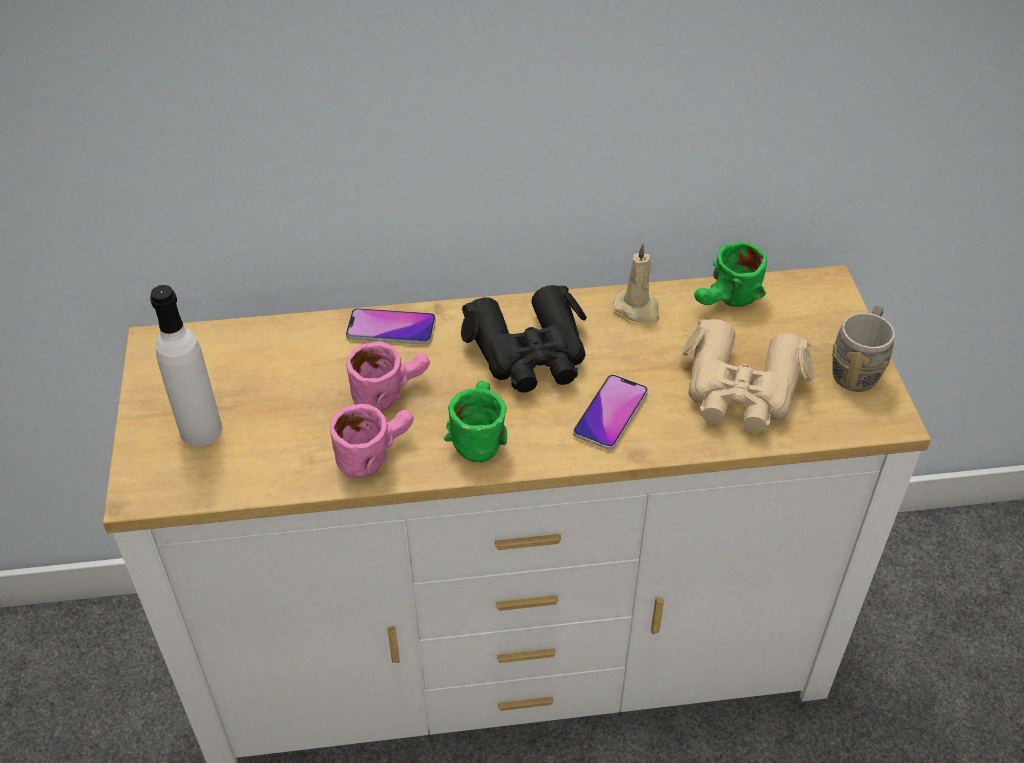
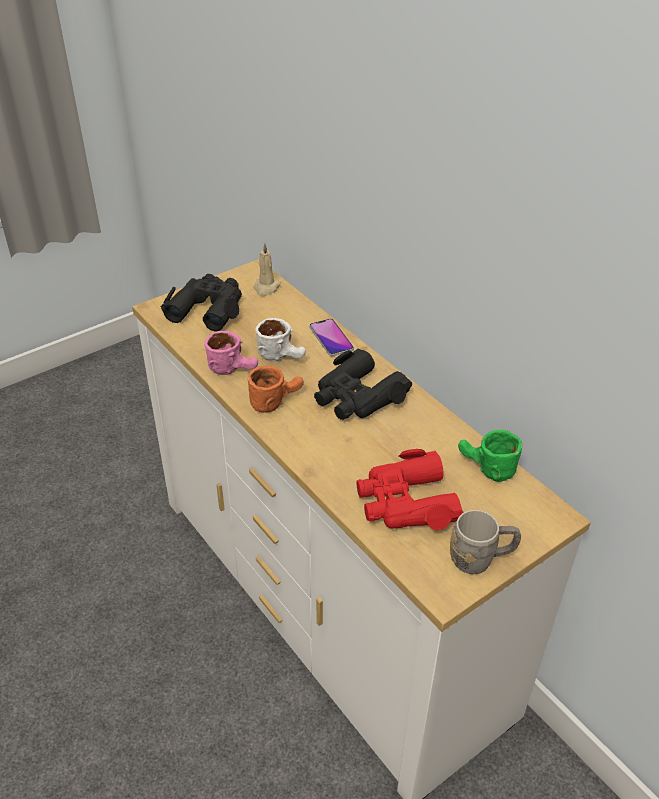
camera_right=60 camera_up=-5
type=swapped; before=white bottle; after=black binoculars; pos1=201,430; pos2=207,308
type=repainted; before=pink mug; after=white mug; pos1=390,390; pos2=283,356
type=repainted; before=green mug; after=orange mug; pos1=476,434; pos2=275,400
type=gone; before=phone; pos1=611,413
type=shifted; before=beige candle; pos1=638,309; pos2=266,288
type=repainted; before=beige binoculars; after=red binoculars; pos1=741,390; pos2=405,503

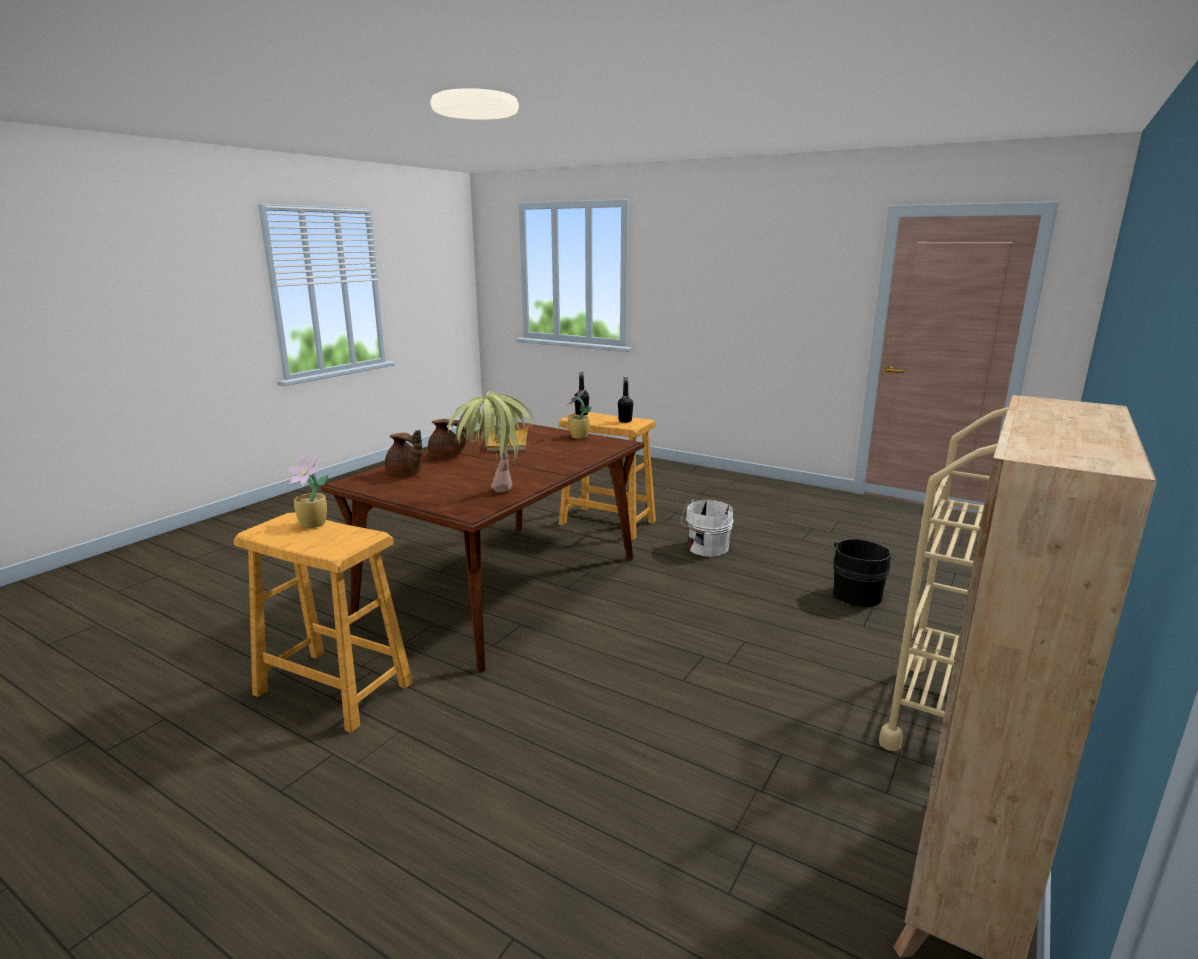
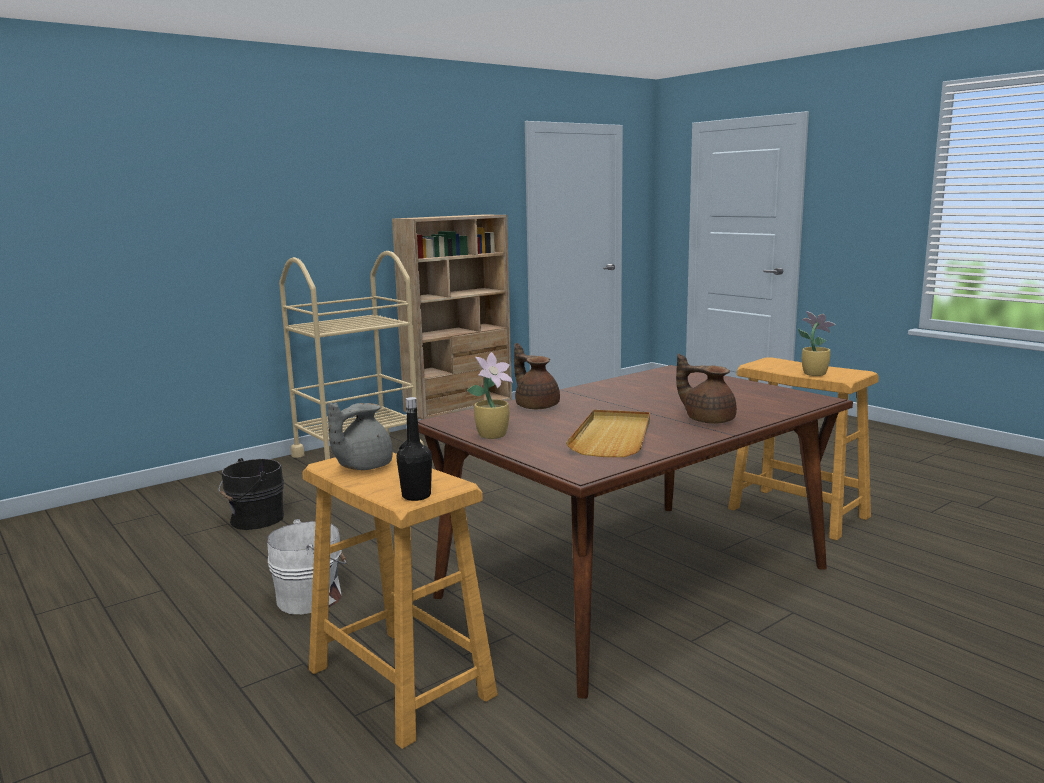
camera_right=-160 camera_up=-5
type=shifted; before=brown teapot; pos1=405,473; pos2=536,406
type=gone; before=potted plant; pos1=493,499
type=swapped; before=black bottle; after=grey teapot; pos1=625,421; pos2=362,466

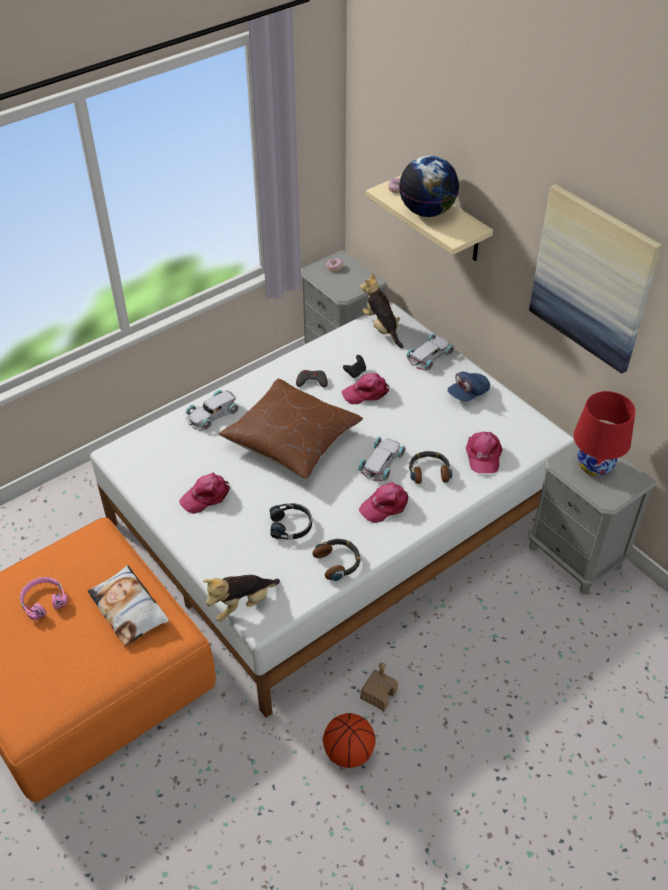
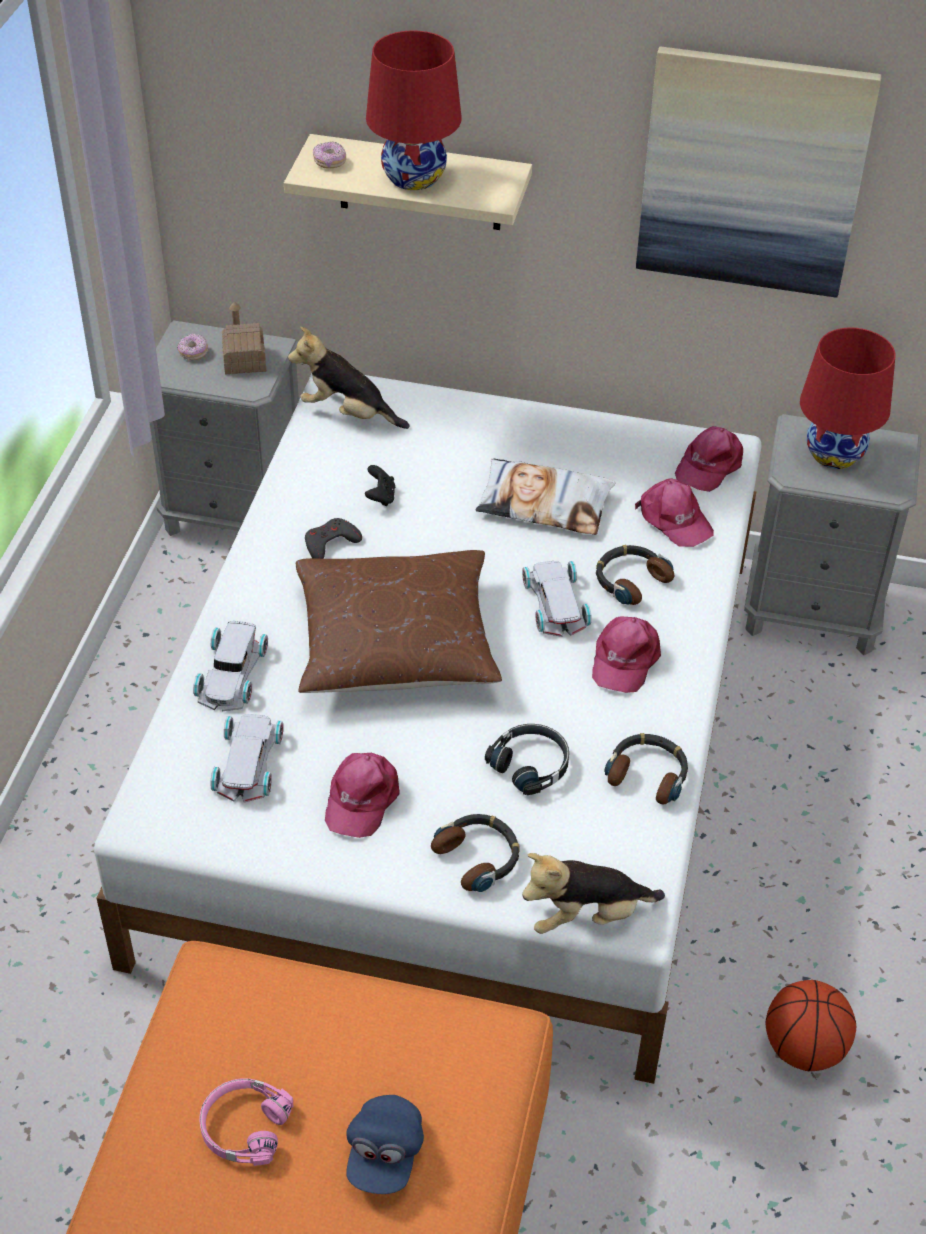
camera_right=-40 camera_up=0
type=shifted; before=pillow; pos1=129,609; pos2=544,504
type=rotated; before=plush toy; pos1=242,604; pos2=586,916; turn=60
type=shifted; before=pink cap; pos1=366,392; pos2=709,465
type=shifted; before=toy house; pos1=378,694; pos2=244,360
type=swapped; before=globe; after=red table lamp; pos1=427,212; pos2=413,177
type=shifted; before=white toy car; pos1=431,356; pos2=250,761
type=shifted; before=blue cap; pos1=468,394; pos2=384,1154
type=new; after=headphones; pos2=479,856

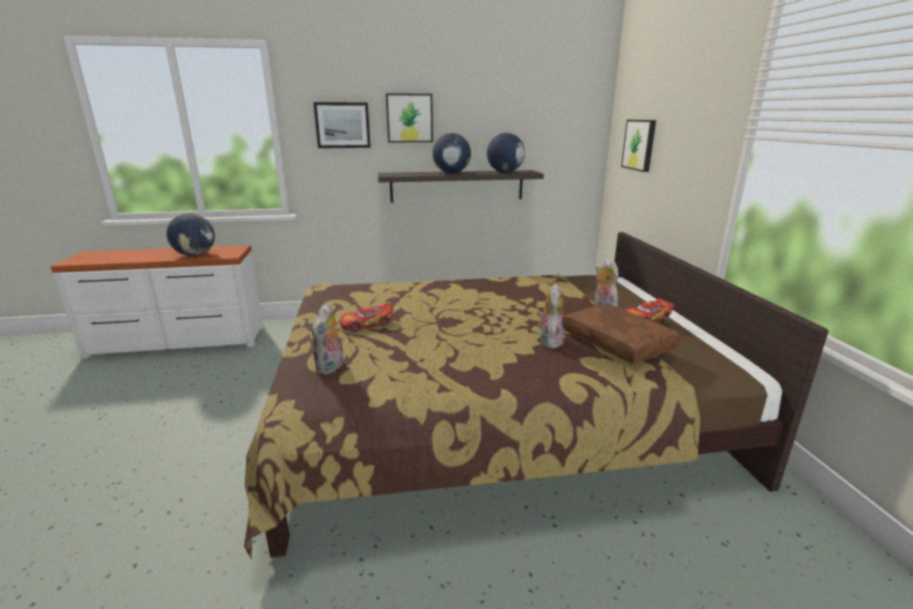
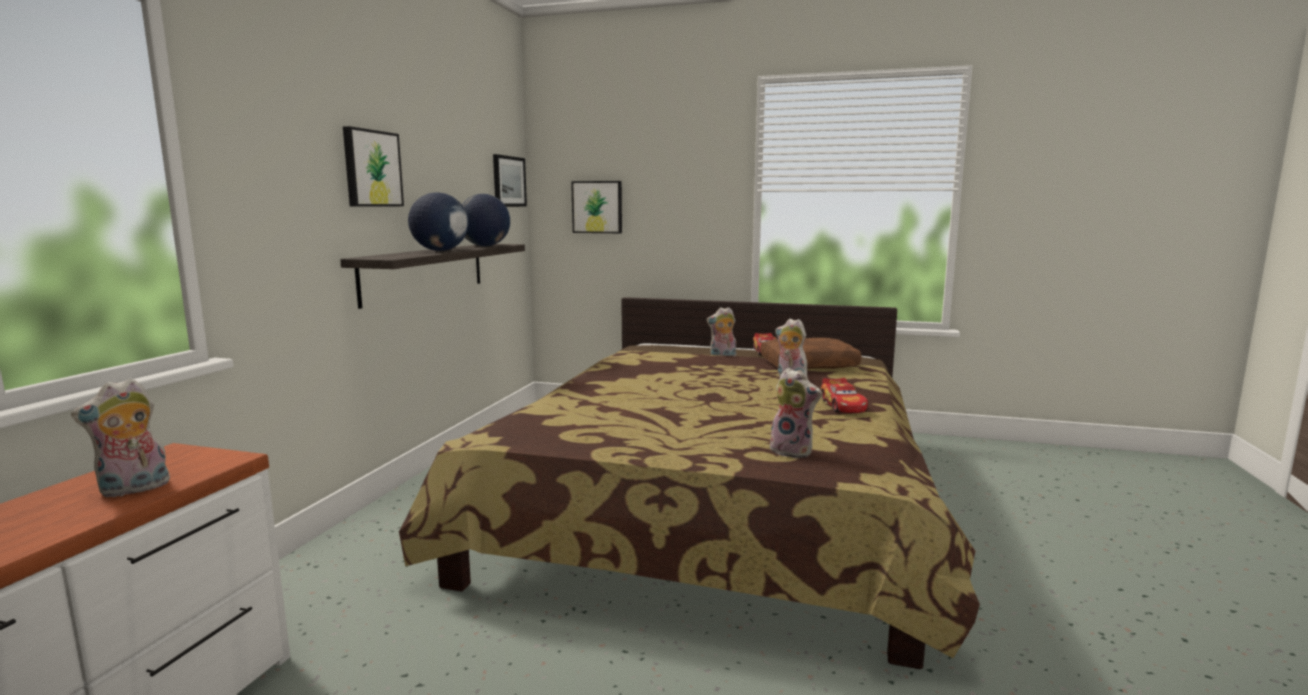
camera_right=-65 camera_up=-10
type=swapped; before=globe; after=plush toy; pos1=195,255; pos2=133,490
type=shifted; before=picture; pos1=342,125; pos2=508,181
type=shifted; before=toy car; pos1=367,324; pos2=843,405

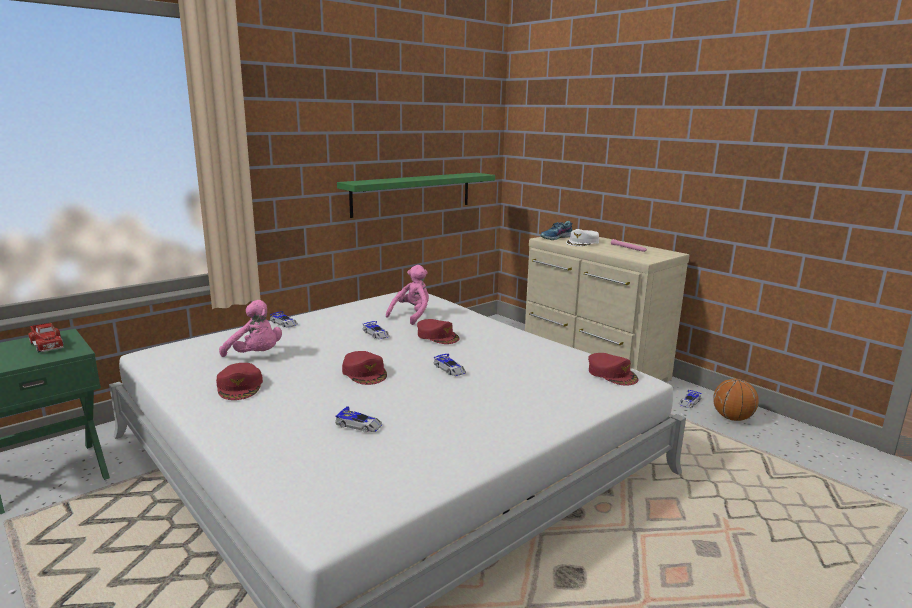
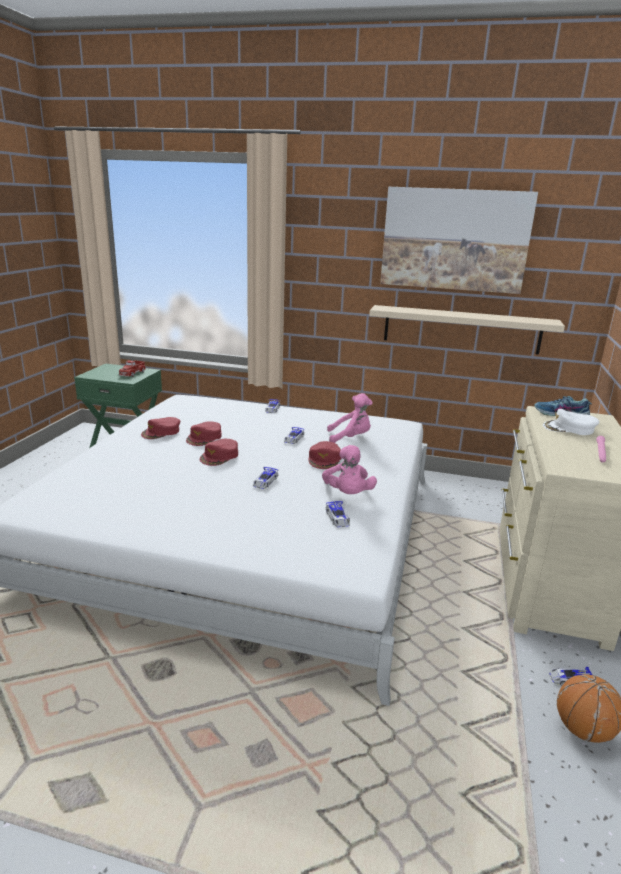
camera_right=55 camera_up=5
type=shifted; before=pink plush toy; pos1=256,355; pos2=348,494
type=shifted; before=toy car; pos1=359,425; pos2=338,518
type=repainted; before=green shelf; after=beige shelf; pos1=412,193; pos2=461,329
type=shifted; before=red cap; pos1=612,374; pos2=204,438
type=new; after=picture; pos2=454,240

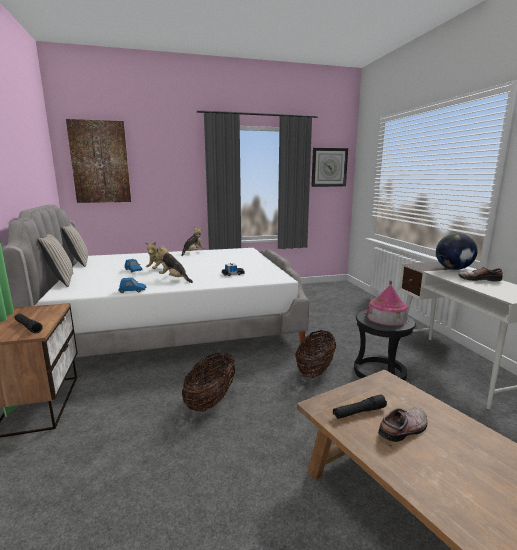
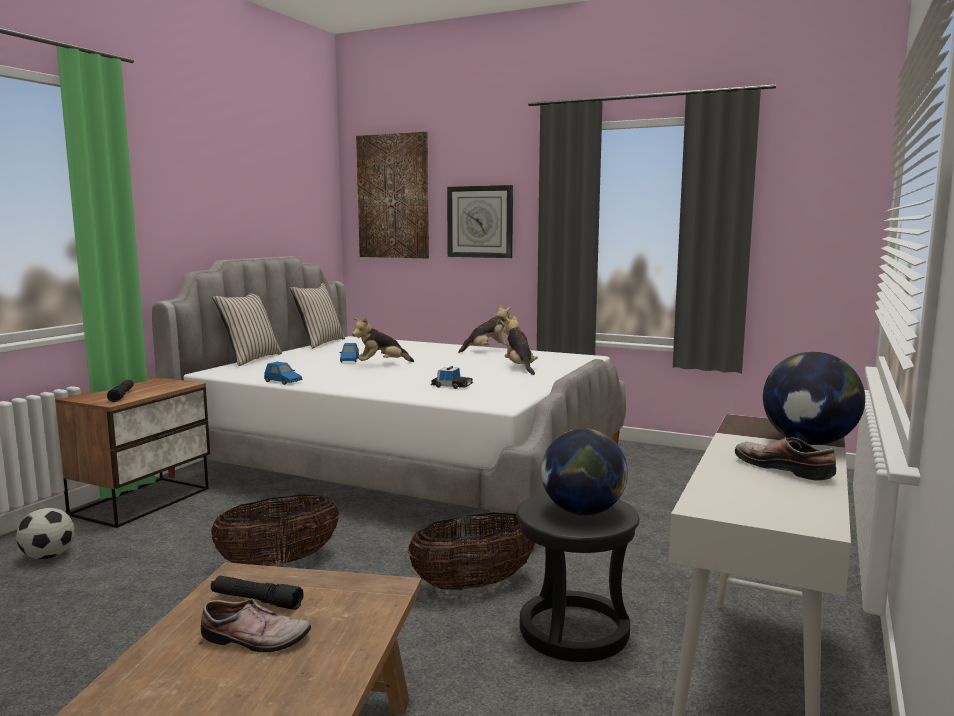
camera_right=40 camera_up=-5
type=shifted; before=plush toy; pos1=174,279; pos2=519,368
type=shifted; before=wall clock; pos1=329,167; pos2=480,222
type=swapped; before=toy house; after=globe; pos1=387,318; pos2=582,512
type=new; after=football; pos2=48,556

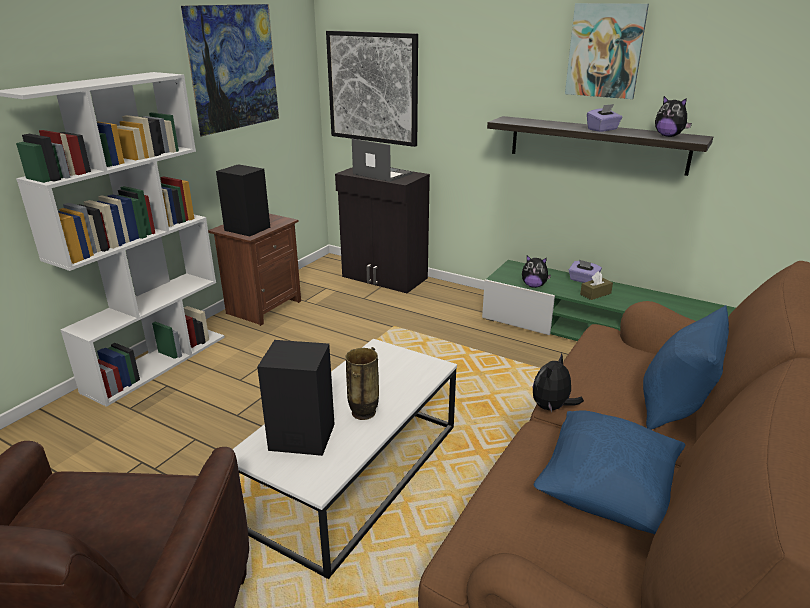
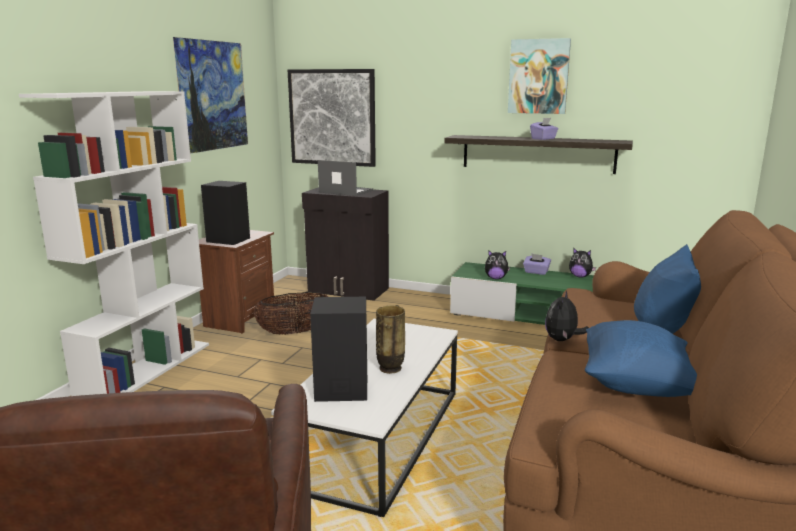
camera_right=-10 camera_up=-10
type=gone; before=brown tissue box; pos1=595,294
type=shifted; before=plush toy; pos1=668,136; pos2=580,276
type=new; after=basket; pos2=294,332

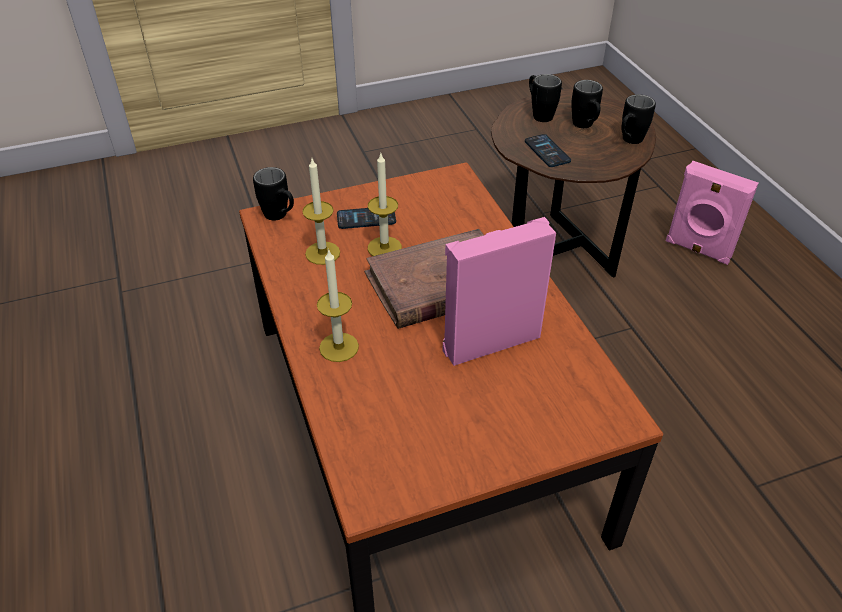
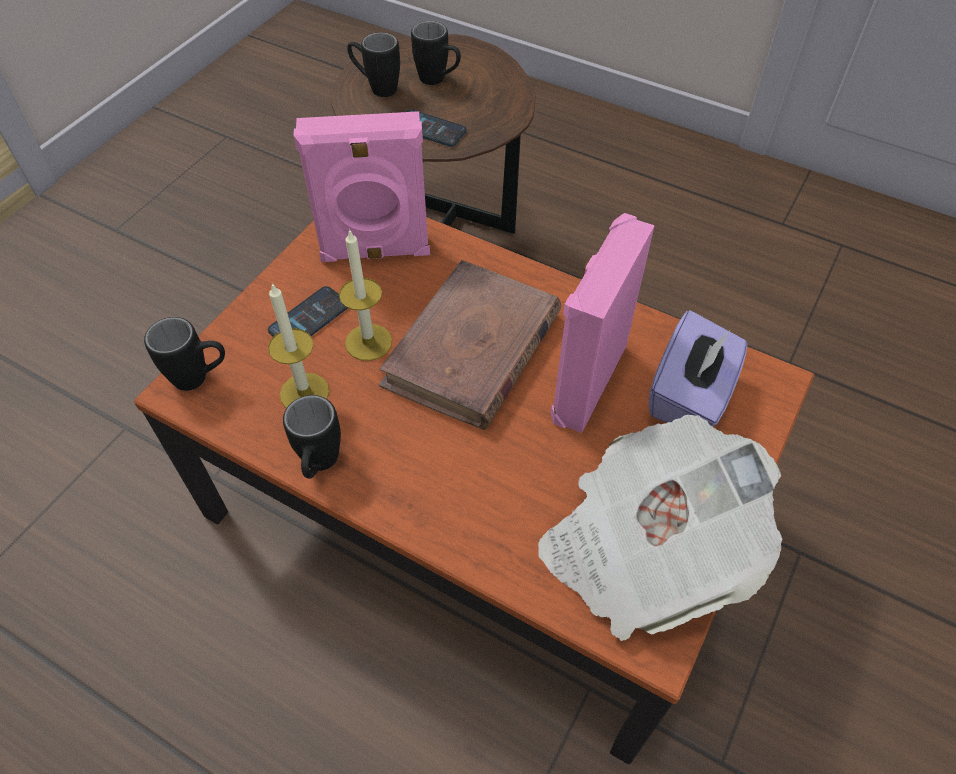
camera_right=-40 camera_up=10
type=gone; before=candle; pos1=339,347
type=shifted; before=black mug; pos1=629,141; pos2=319,466
type=shifted; before=pink speaker; pos1=697,250; pos2=375,252
type=new; after=newspaper; pos2=644,549
type=new; after=purple tissue box; pos2=690,395

